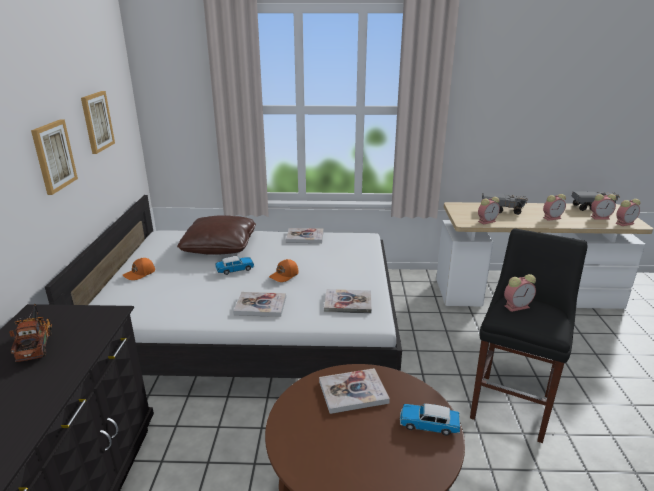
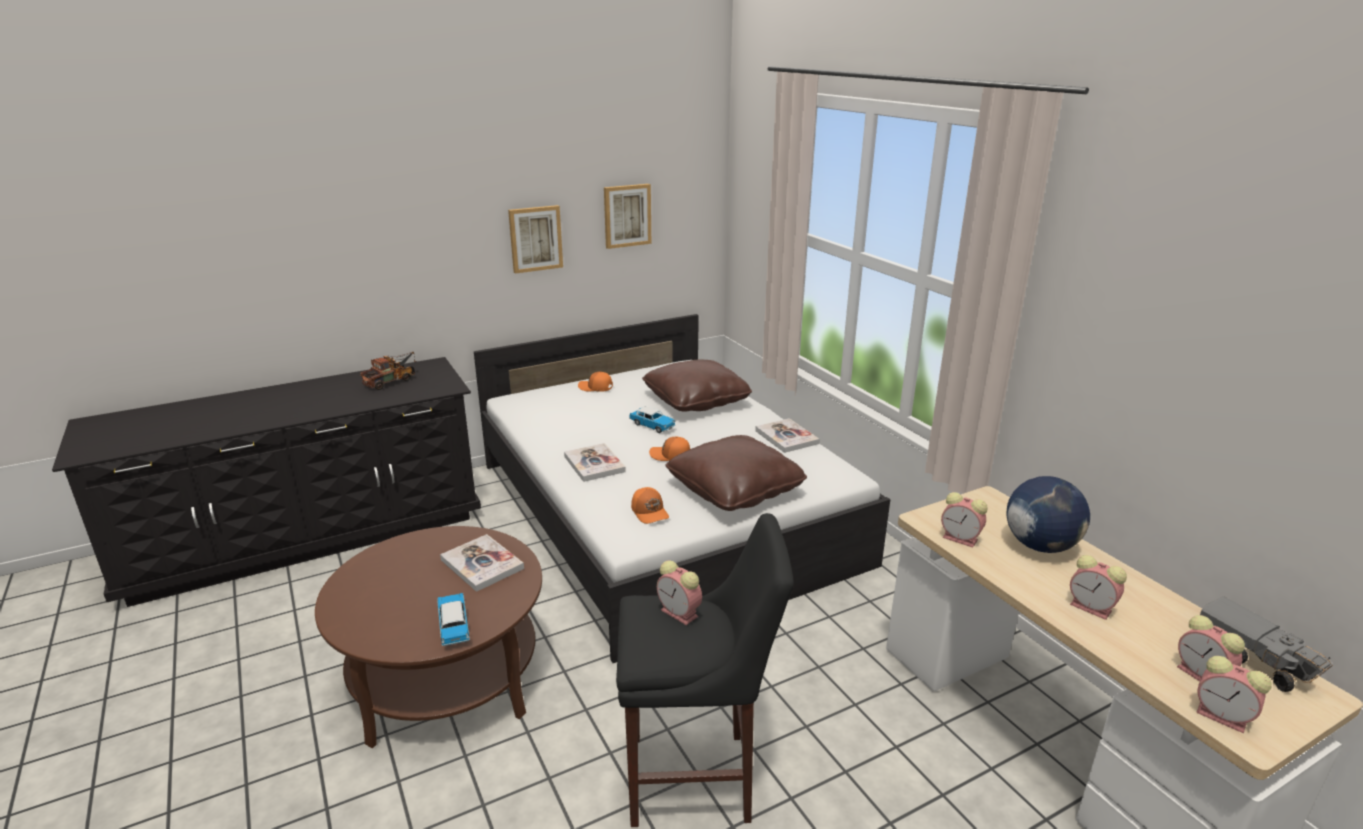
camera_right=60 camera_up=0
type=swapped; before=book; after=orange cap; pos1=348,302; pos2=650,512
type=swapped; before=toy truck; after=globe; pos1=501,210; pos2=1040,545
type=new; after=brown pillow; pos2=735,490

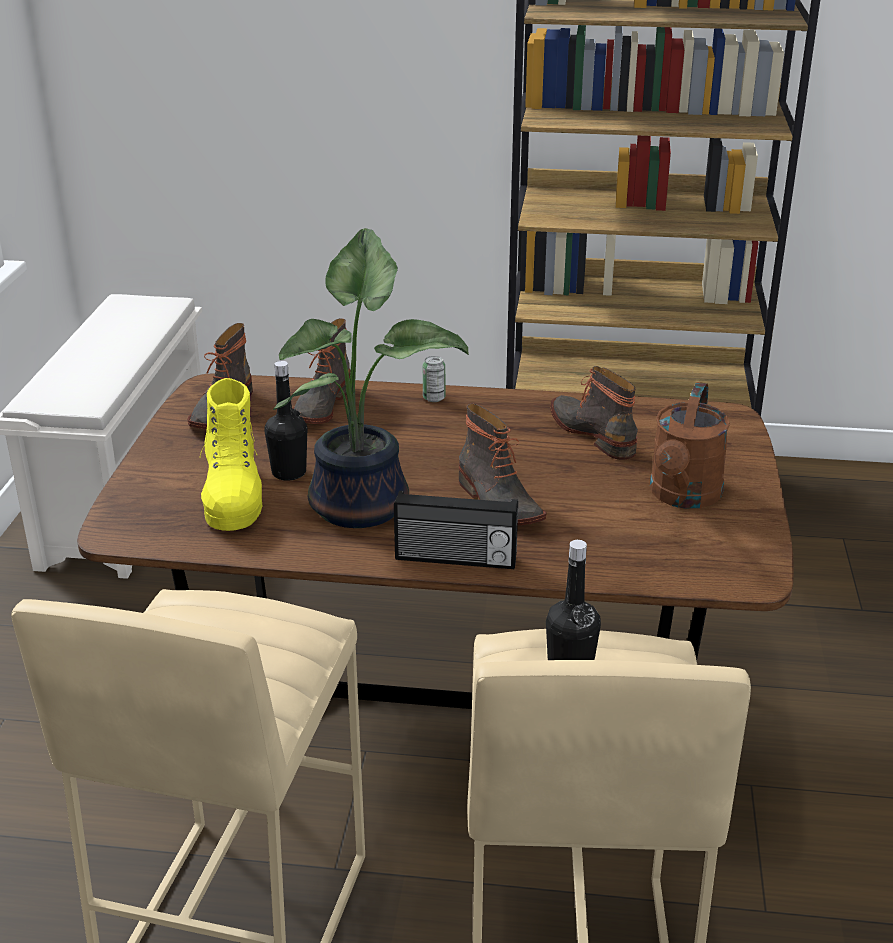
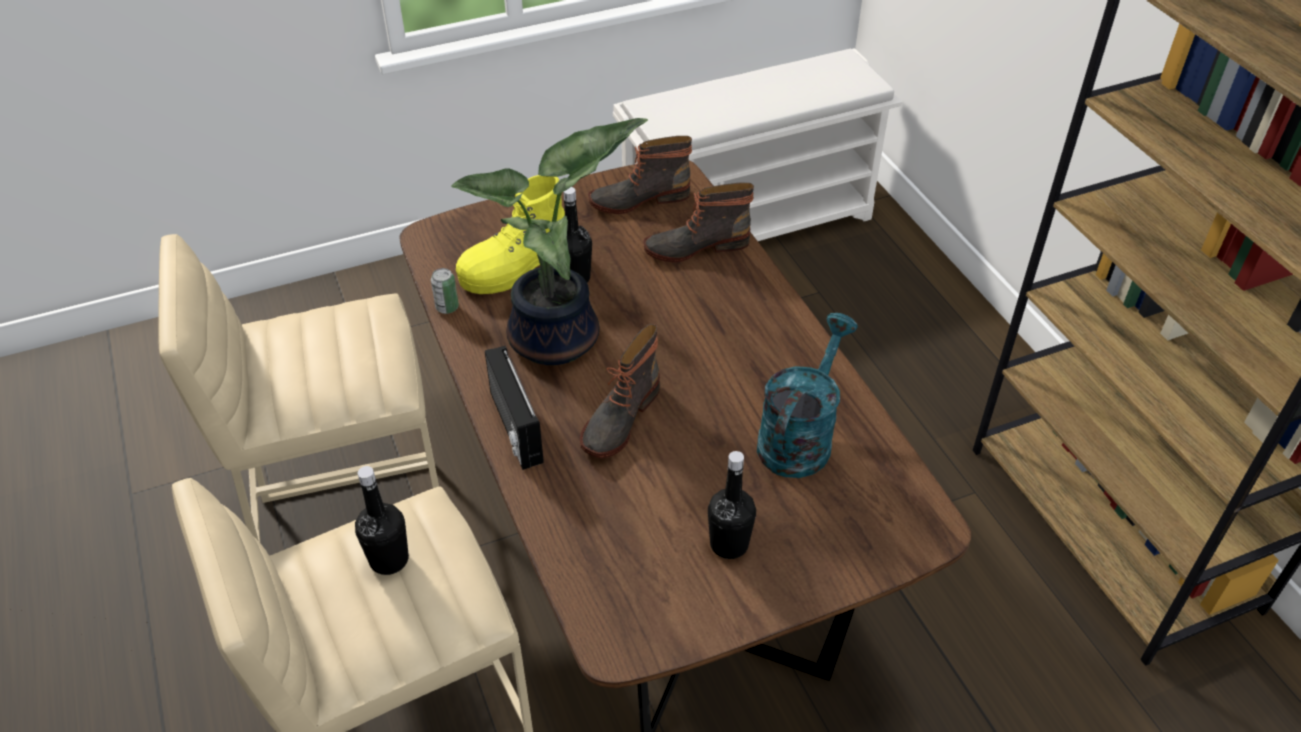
camera_right=60 camera_up=15
type=shifted; before=can; pos1=434,398; pos2=447,307
type=swapped; before=boot; after=turquoise watering can; pos1=594,433; pos2=799,436
type=swapped; before=brown watering can; after=black bottle; pos1=683,497; pos2=729,544

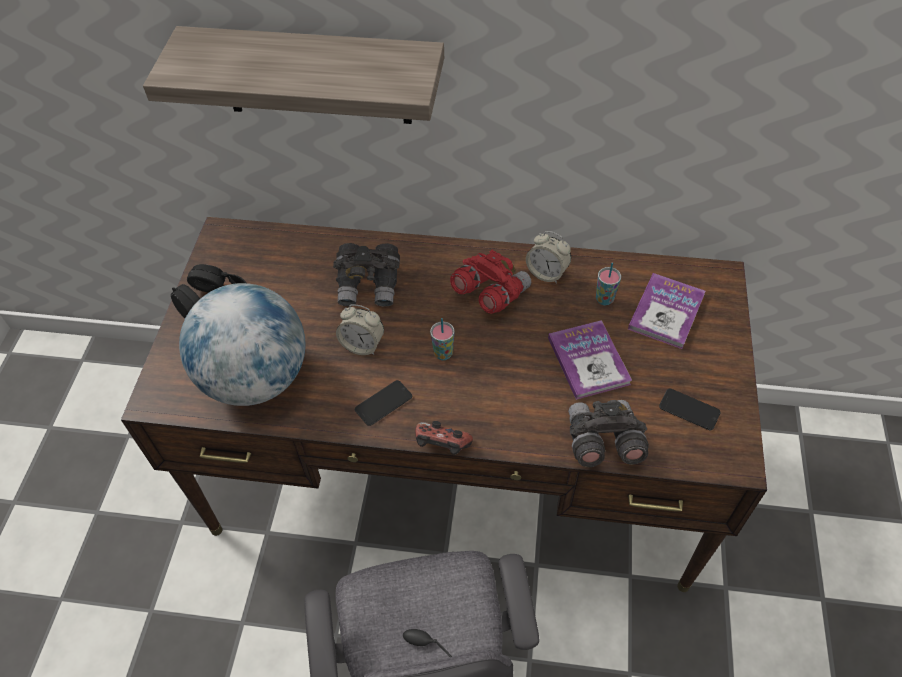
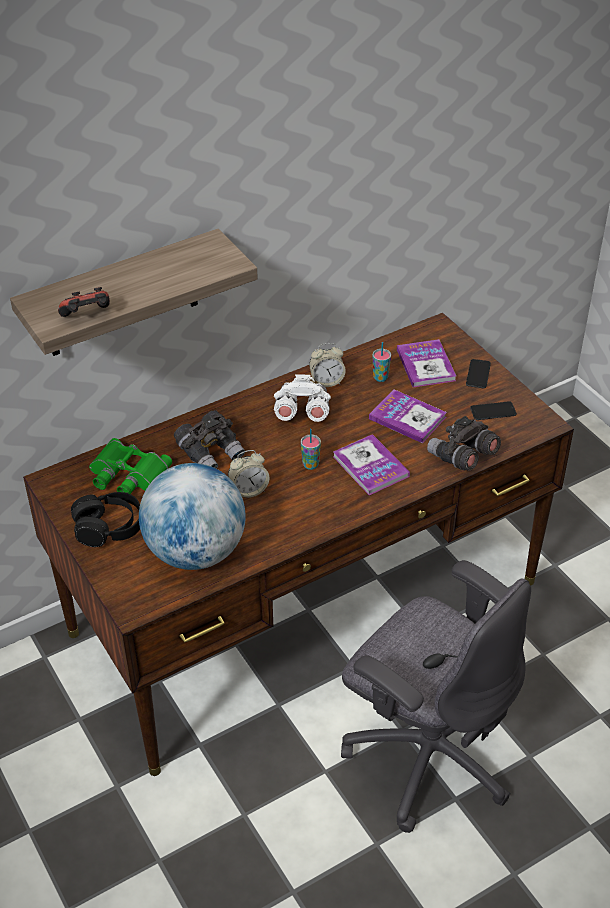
camera_right=-40 camera_up=-10
type=shifted; before=phone; pos1=383,403; pos2=478,374
type=shifted; before=game controller; pos1=442,447; pos2=87,316
type=repainted; before=red binoculars; after=white binoculars; pos1=490,293; pos2=301,413
type=new; after=green binoculars; pos2=126,475
type=new; after=book; pos2=370,466

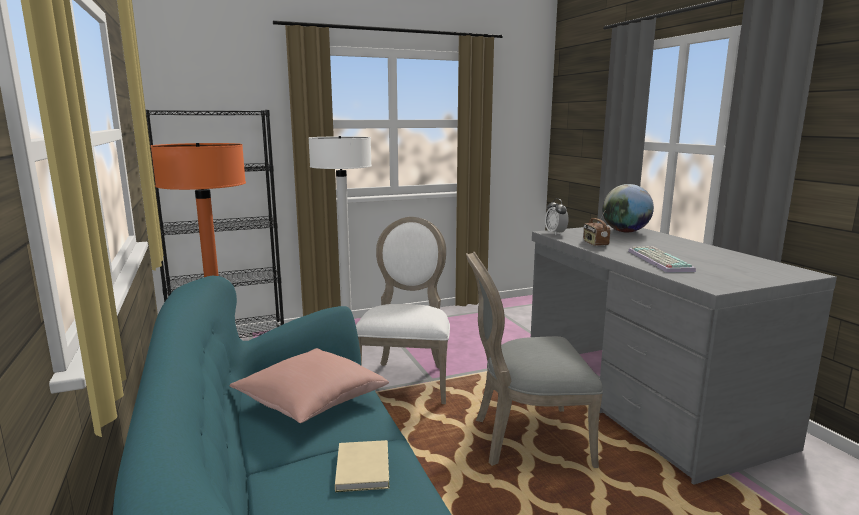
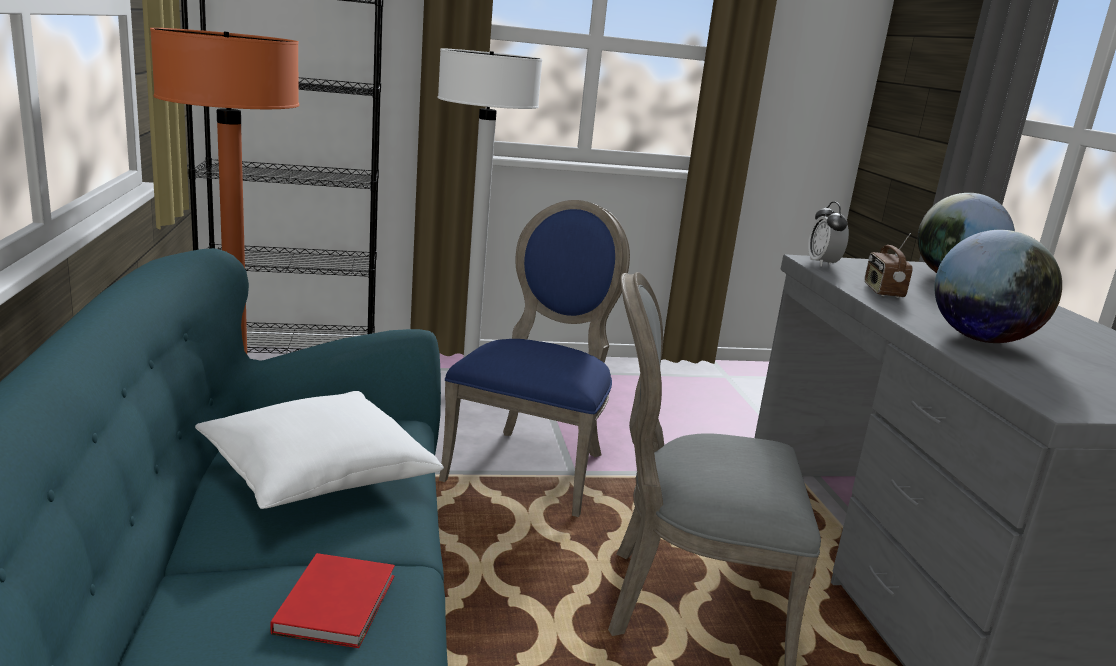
camera_right=10 camera_up=5
type=repainted; before=pink pillow; after=white pillow; pos1=311,401; pos2=317,475
type=repainted; before=beige book; after=red book; pos1=364,467; pos2=339,602
type=repainted; before=white chair; after=blue chair; pos1=406,380; pos2=533,466
type=swapped; before=keyboard; after=globe; pos1=657,260; pos2=981,339

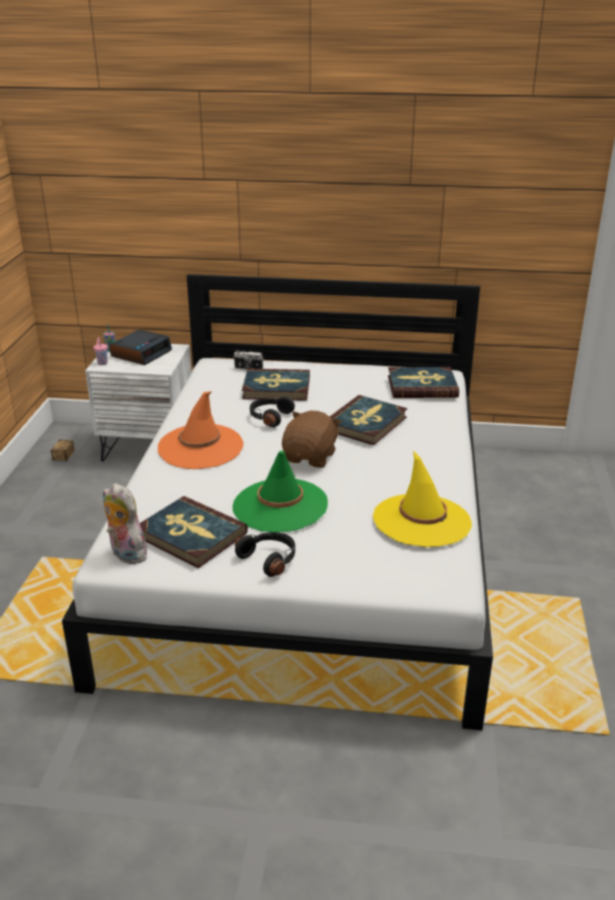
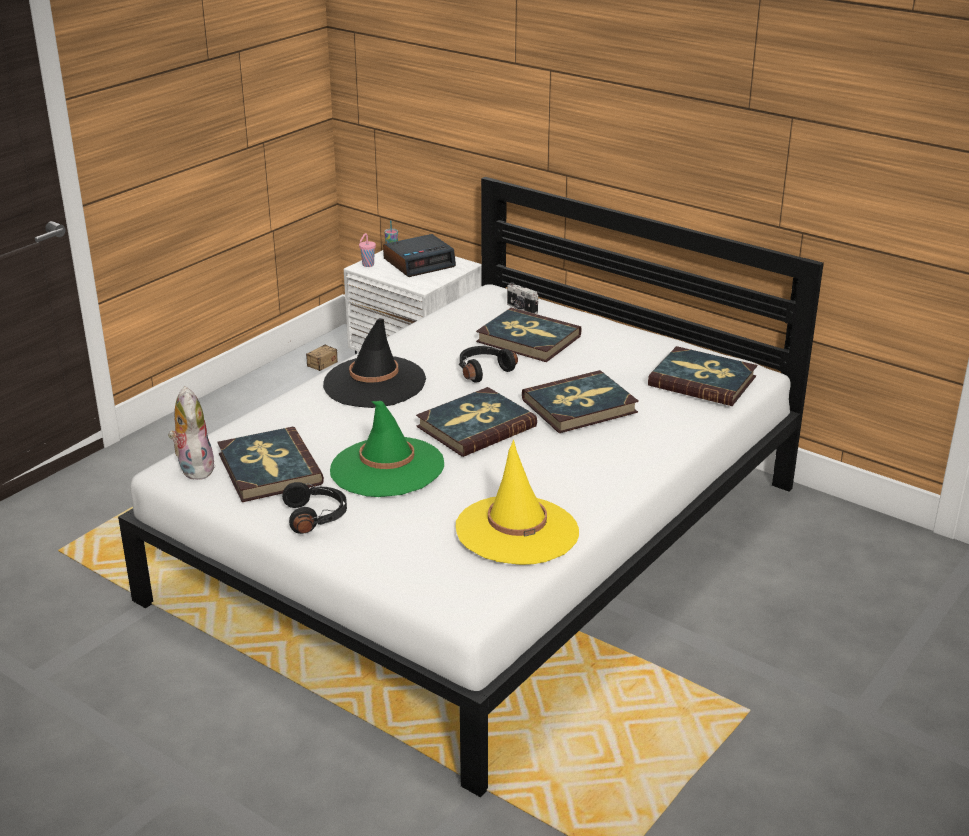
camera_right=30 camera_up=0
type=repainted; before=orange hat; after=black hat; pos1=200,447; pos2=374,383
type=swapped; before=brown plush toy; after=book; pos1=310,457; pos2=475,426

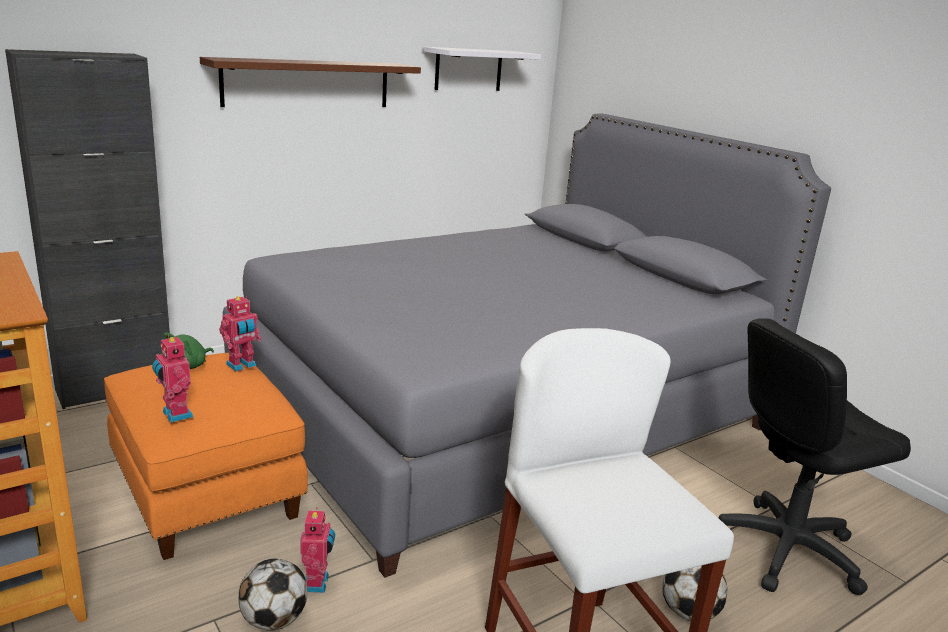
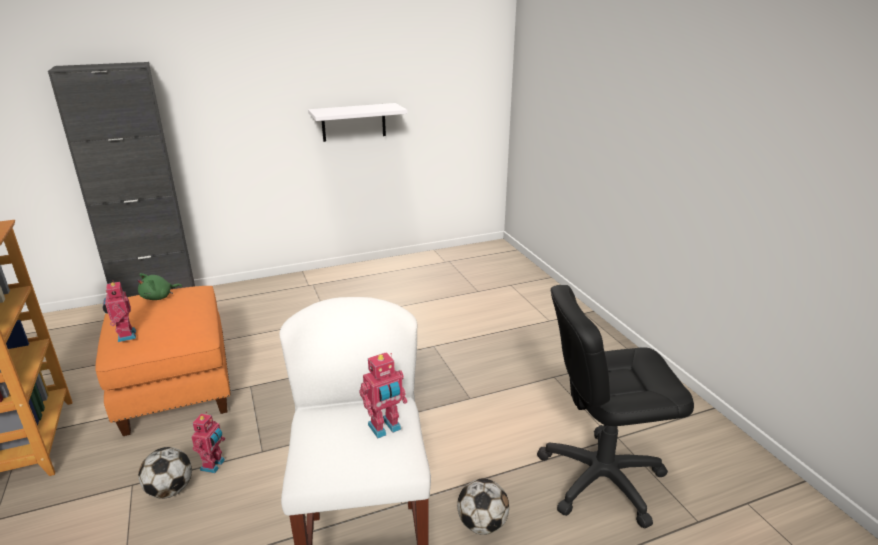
camera_right=15 camera_up=5
type=gone; before=brown shelf; pos1=307,83
type=shifted; before=toy robot; pos1=242,365; pos2=385,428
type=gone; before=grey bed; pos1=500,409
type=shifted; before=white shelf; pos1=468,69; pos2=353,122

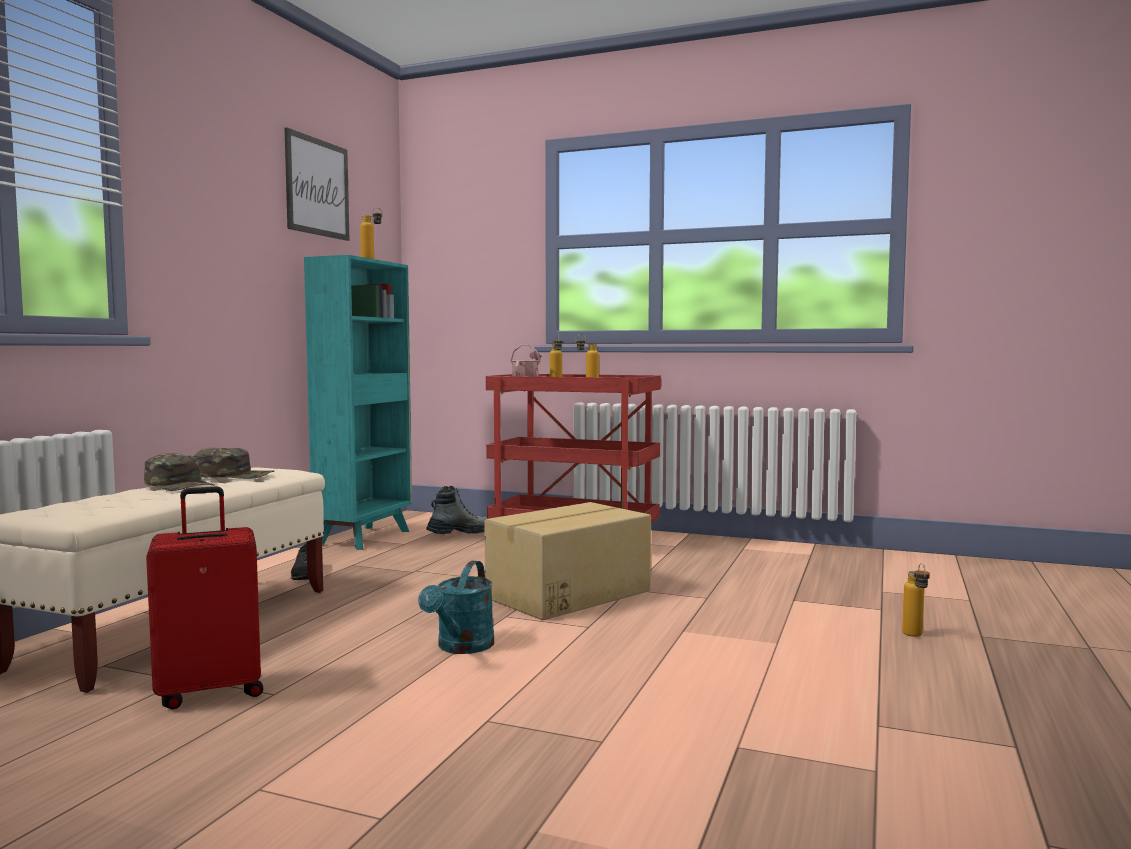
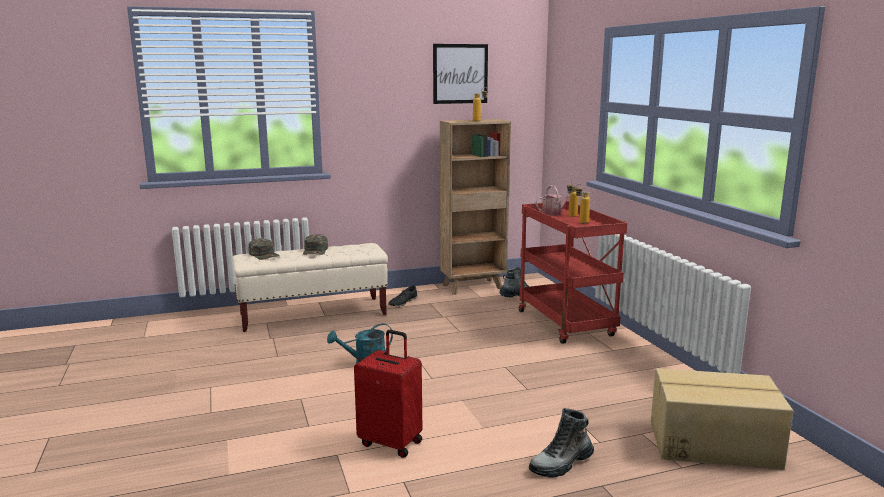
camera_right=50 camera_up=10
type=shifted; before=red suitcase; pos1=211,691; pos2=391,442
type=shifted; before=green cap; pos1=234,475; pos2=264,254
type=repainted; before=turquoise bookcase; after=brown bookcase; pos1=365,537; pos2=474,287
type=shifted; before=cardboard box; pos1=567,594; pos2=712,443
type=swapped; before=bottle; after=boot; pos1=915,637; pos2=561,464

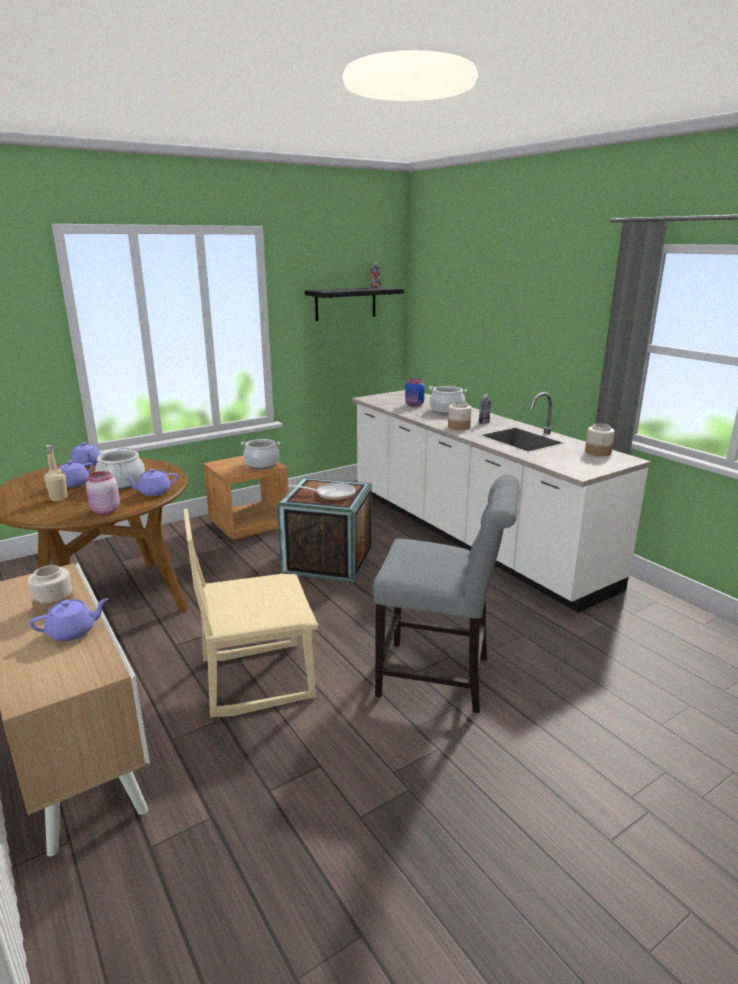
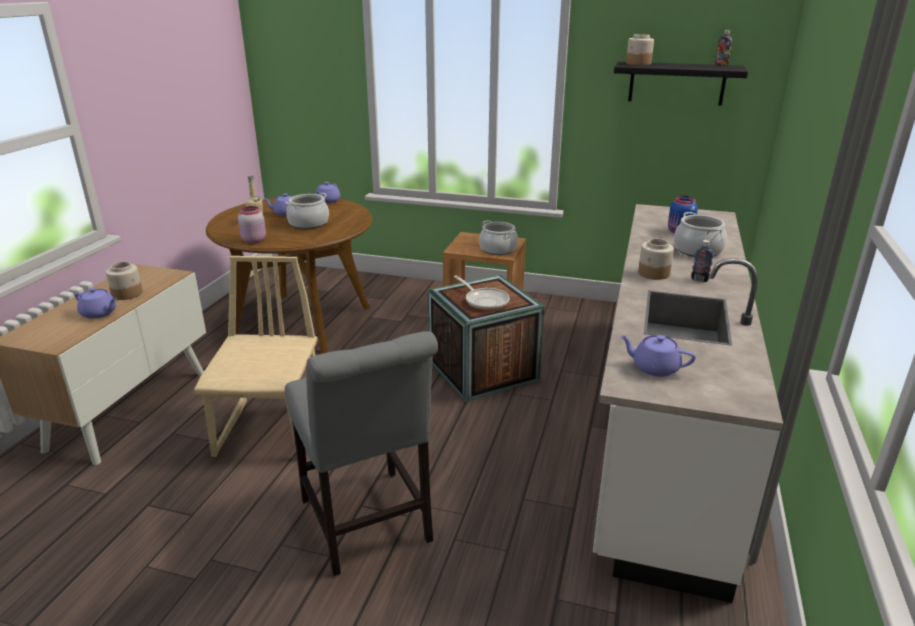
camera_right=50 camera_up=5
type=shifted; before=purple teapot; pos1=153,492; pos2=654,368
type=rotated; before=beige chair; pos1=257,678; pos2=272,429; turn=60
type=shifted; before=jar; pos1=598,452; pos2=638,64

